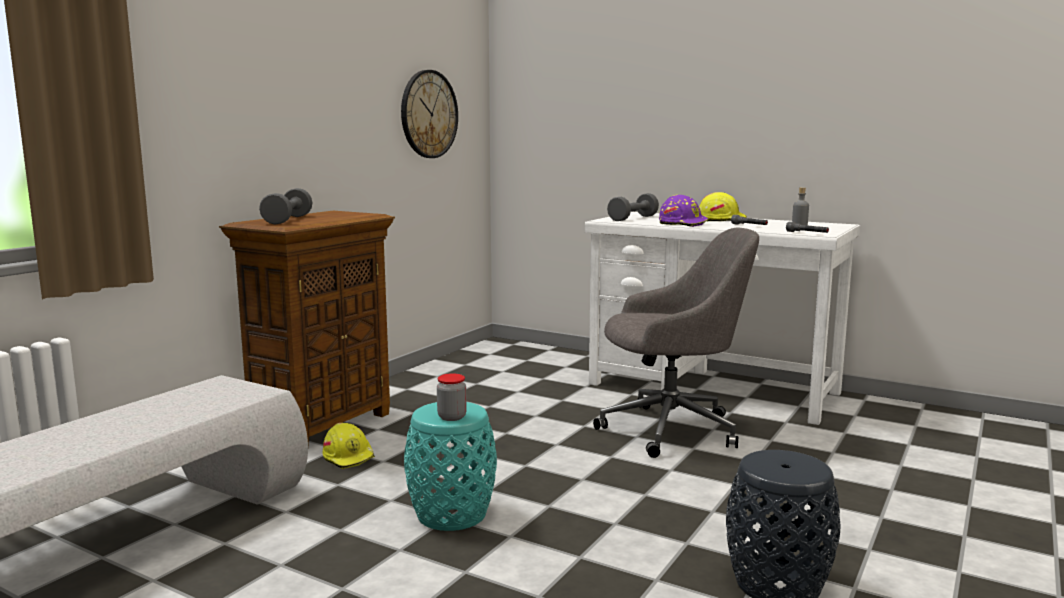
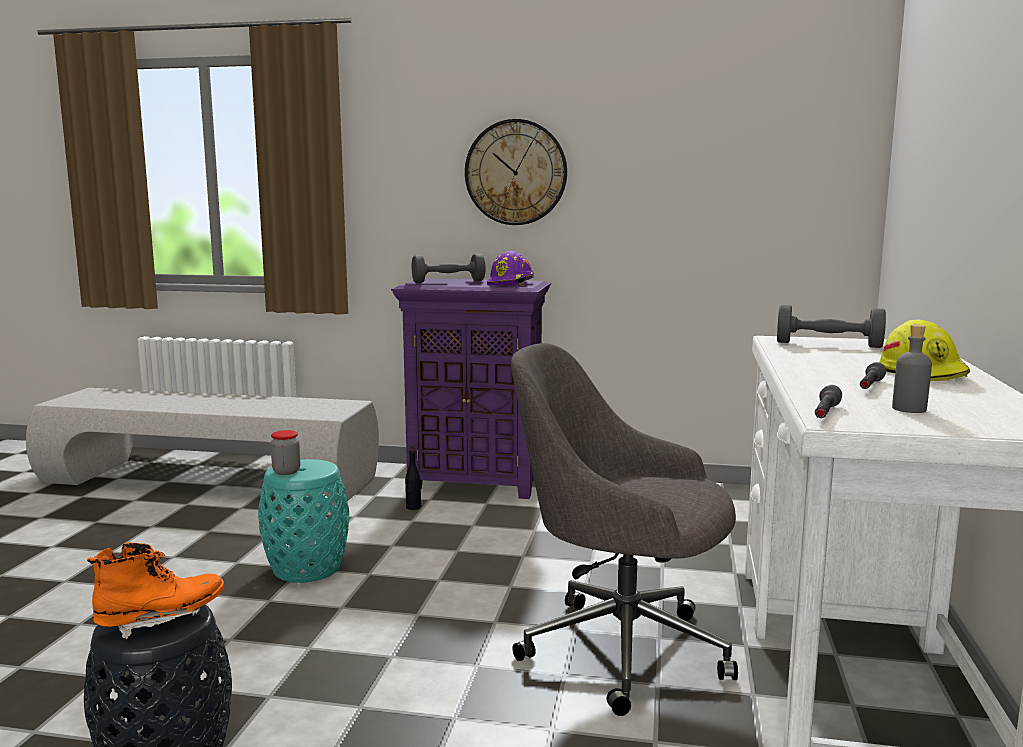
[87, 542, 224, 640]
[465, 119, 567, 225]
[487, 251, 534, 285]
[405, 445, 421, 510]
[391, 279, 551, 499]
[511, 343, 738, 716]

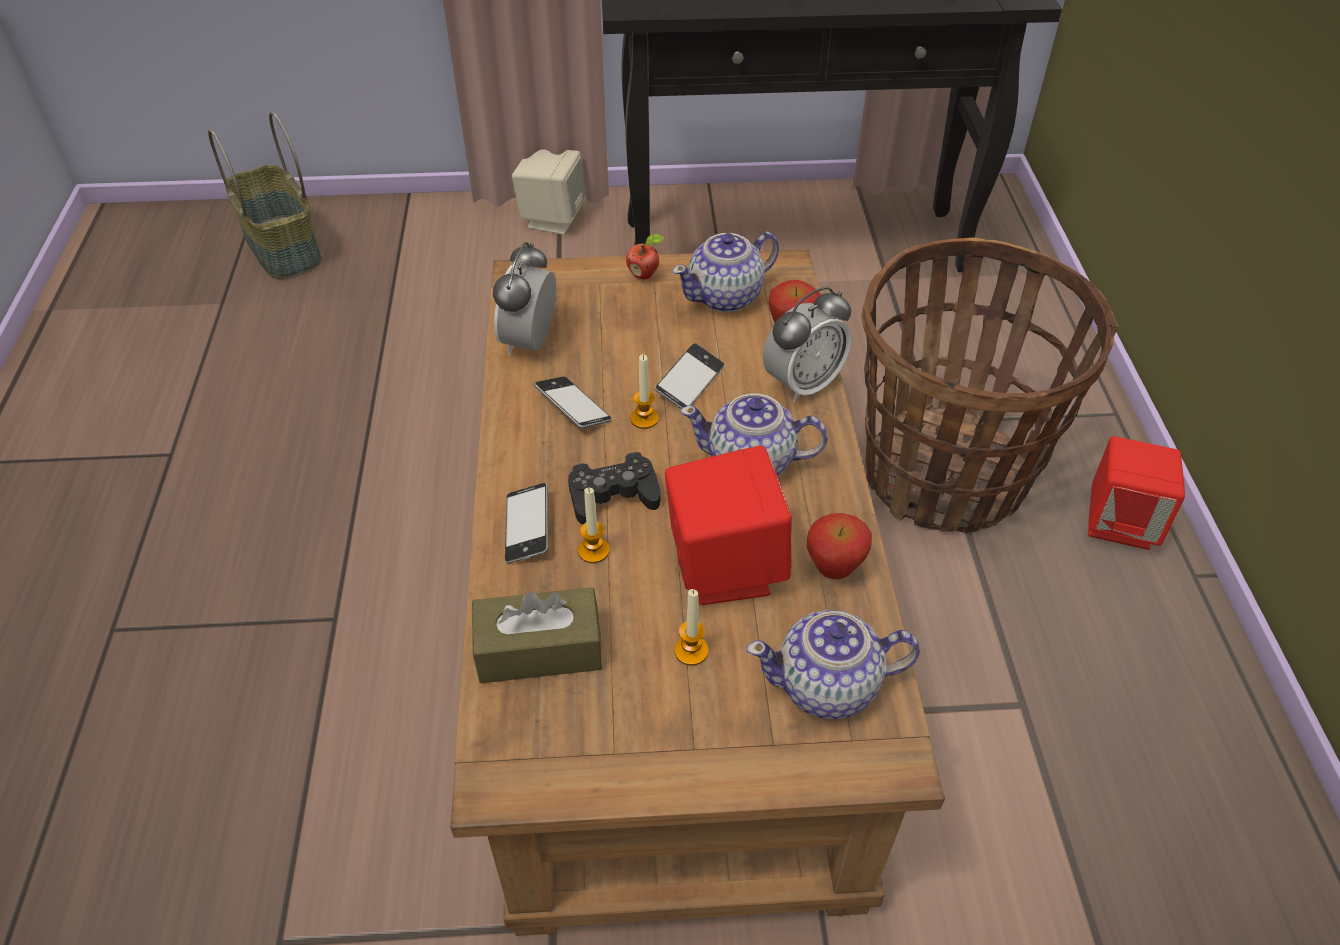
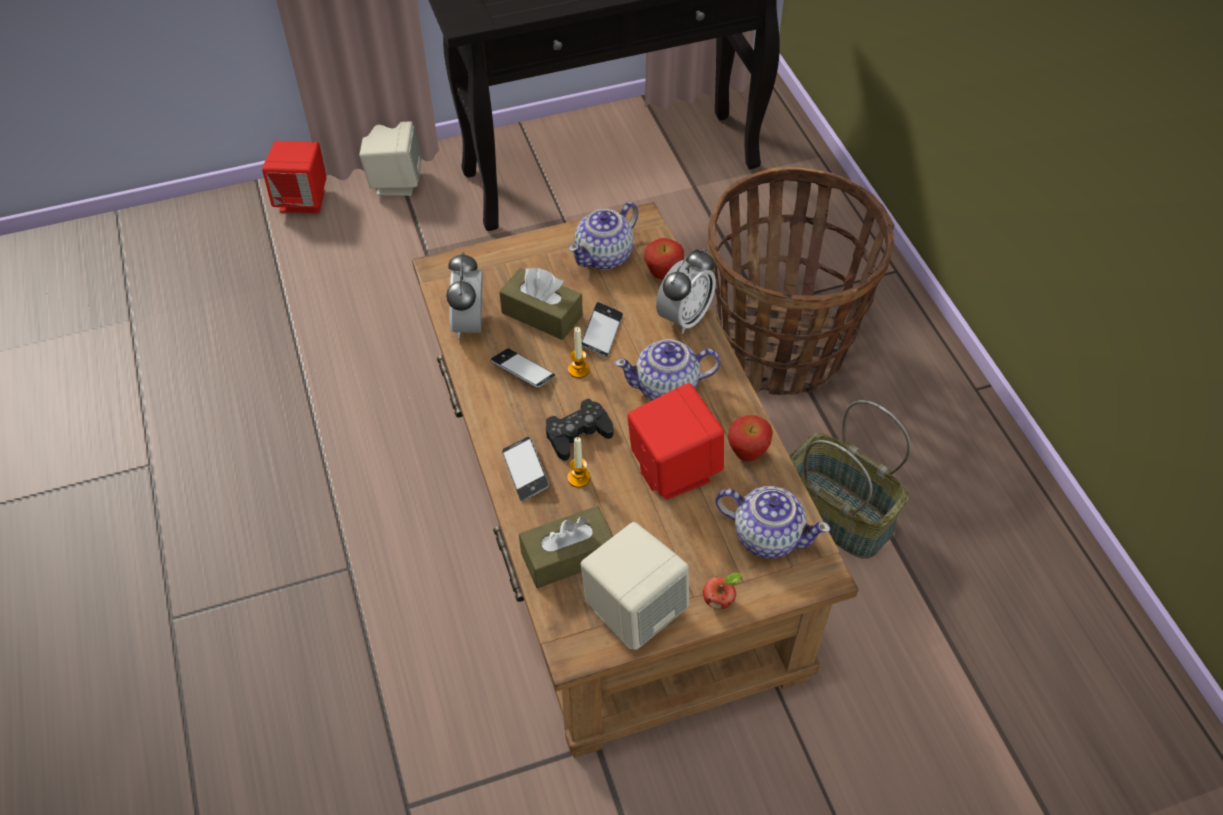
[674, 589, 708, 666] (first image)
[499, 268, 583, 340]
[581, 522, 689, 650]
[789, 400, 911, 559]
[703, 572, 741, 609]
[262, 141, 326, 213]
[715, 486, 830, 558]

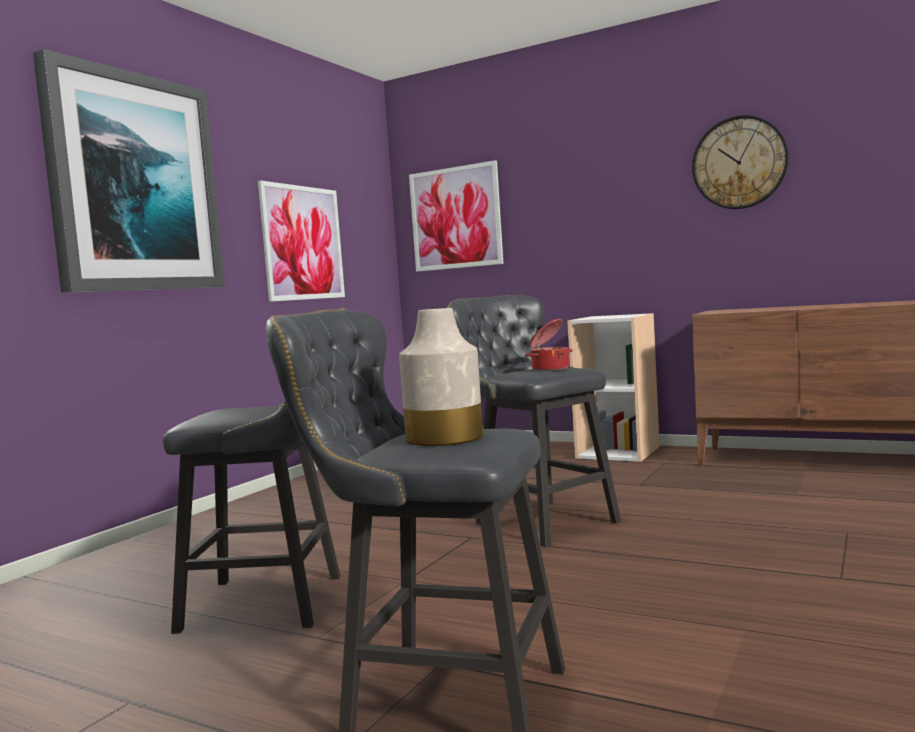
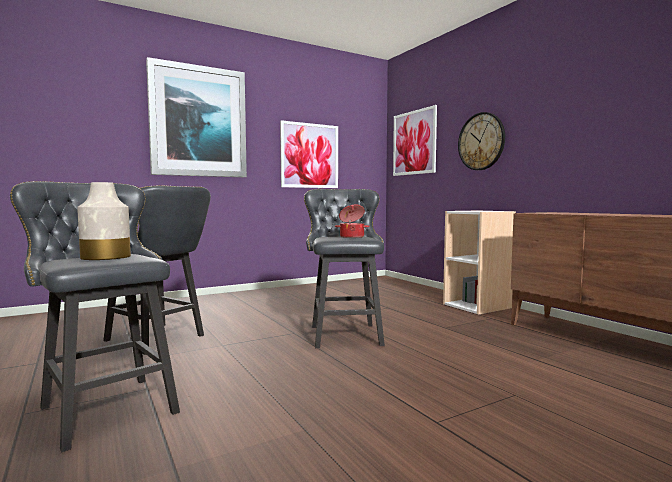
[458, 112, 505, 170]

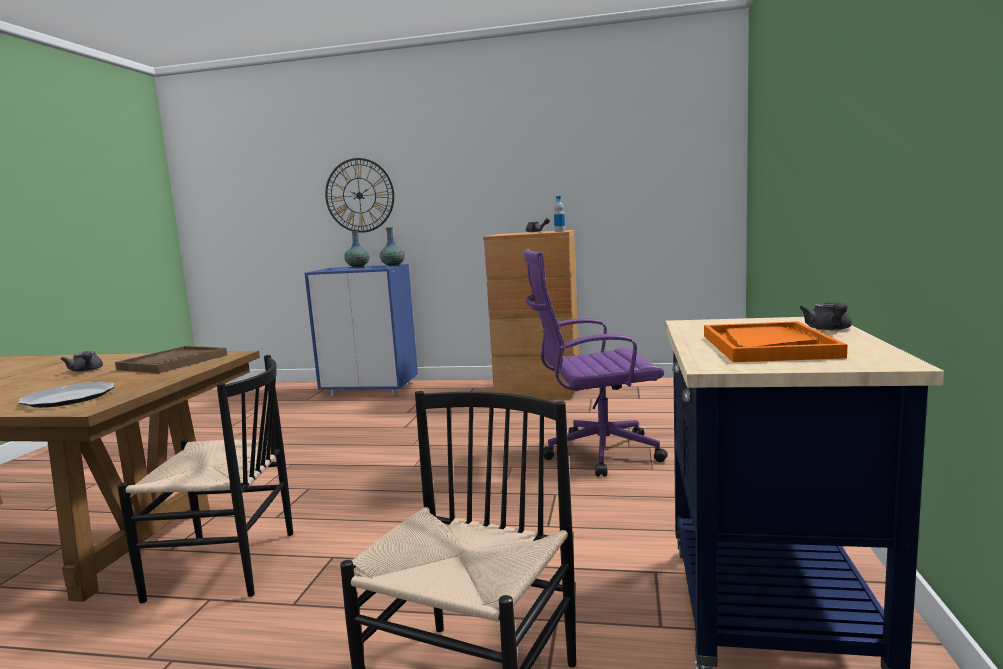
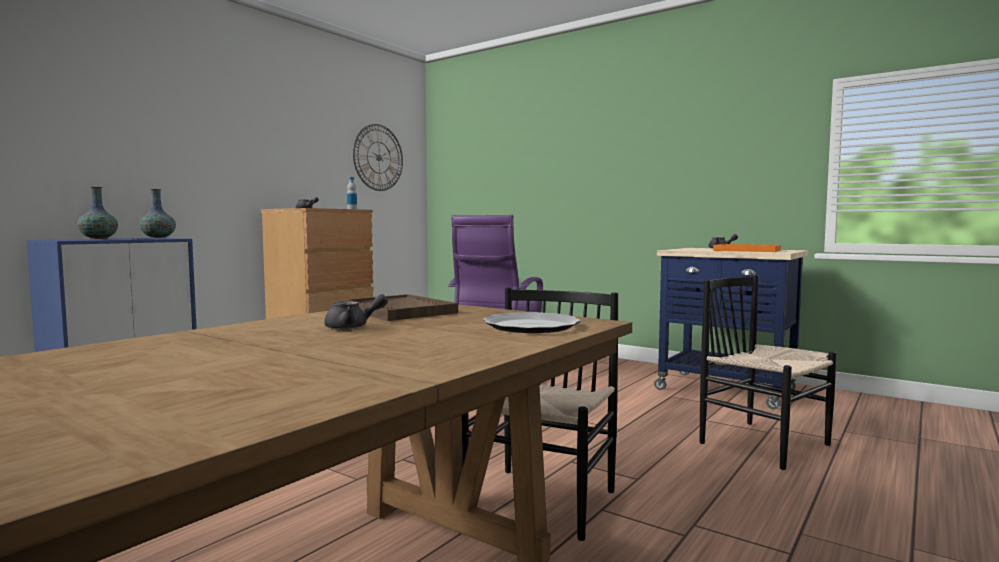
[353, 124, 403, 191]

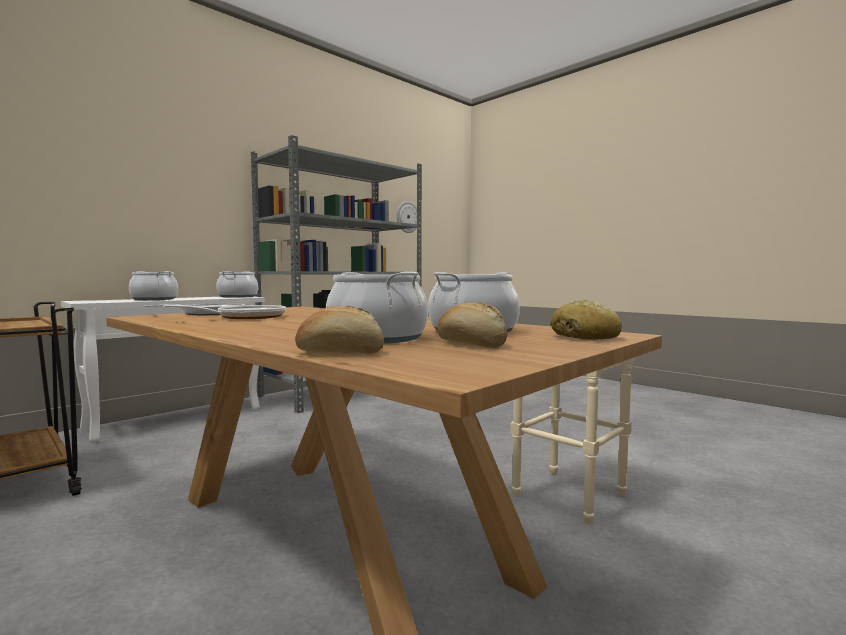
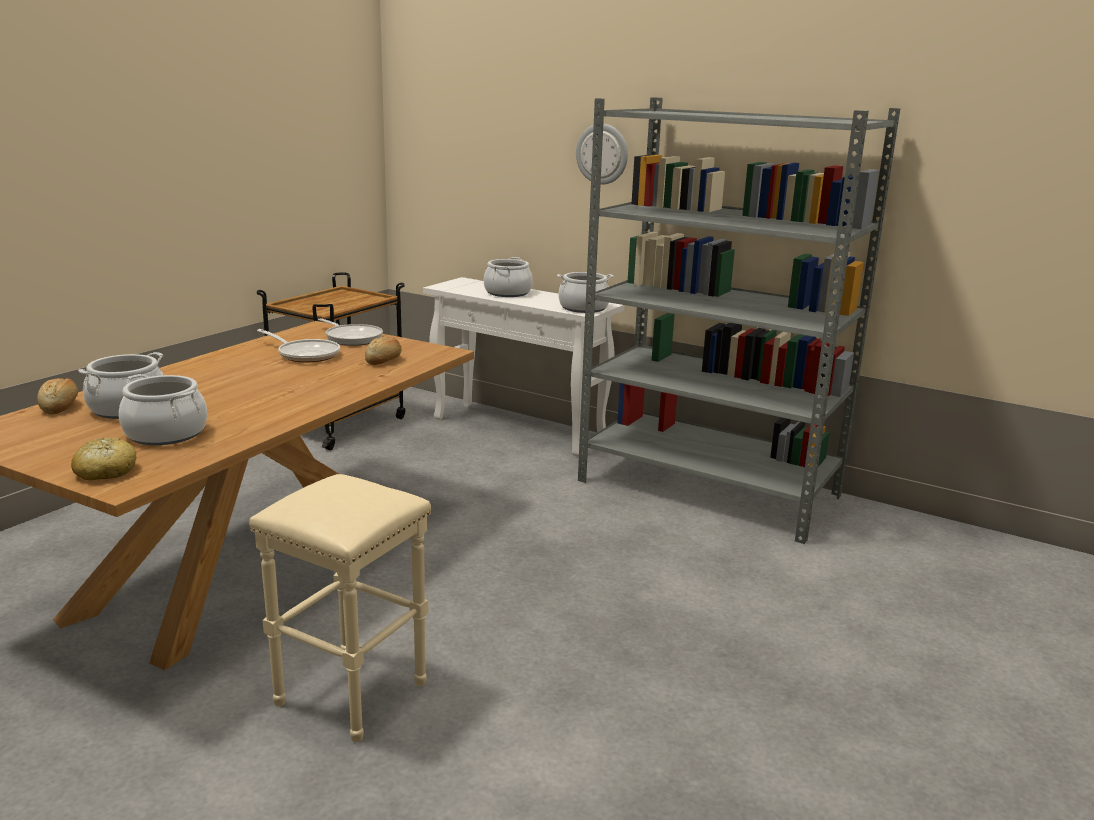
[576, 124, 628, 185]
[365, 337, 402, 365]

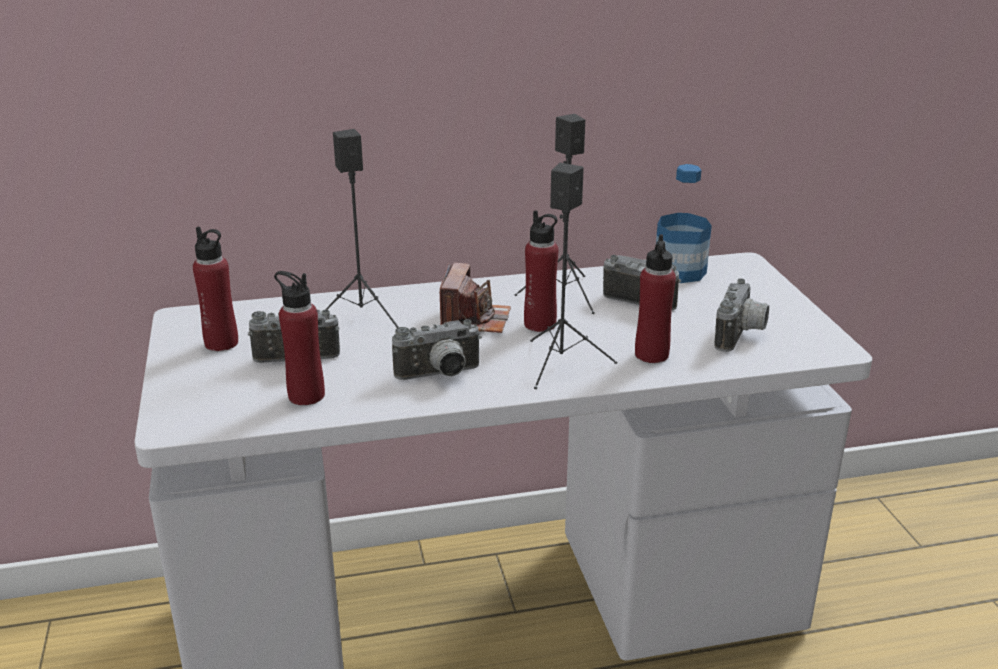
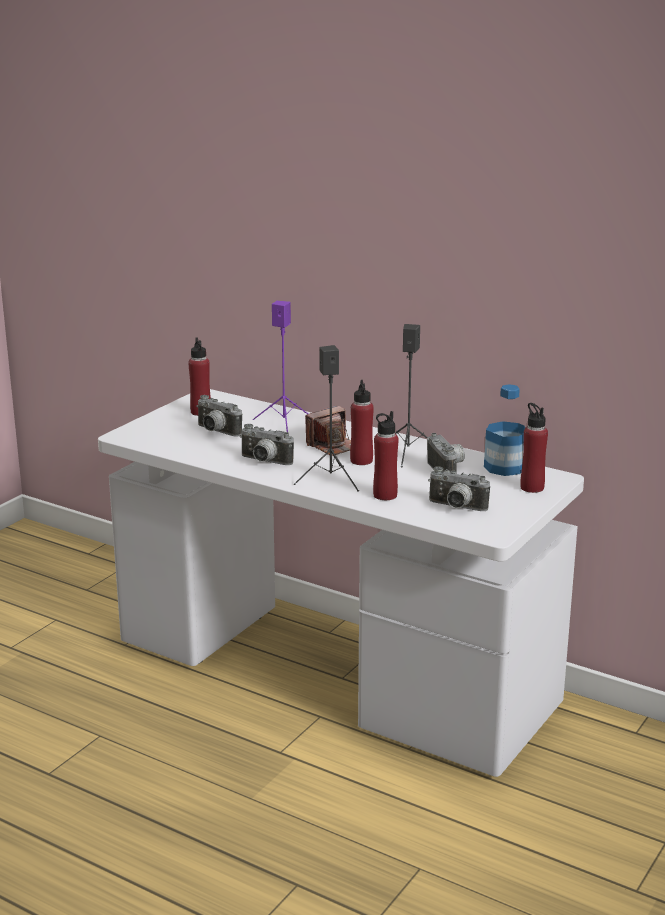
[520, 403, 548, 493]
[253, 301, 308, 432]
[428, 466, 490, 511]

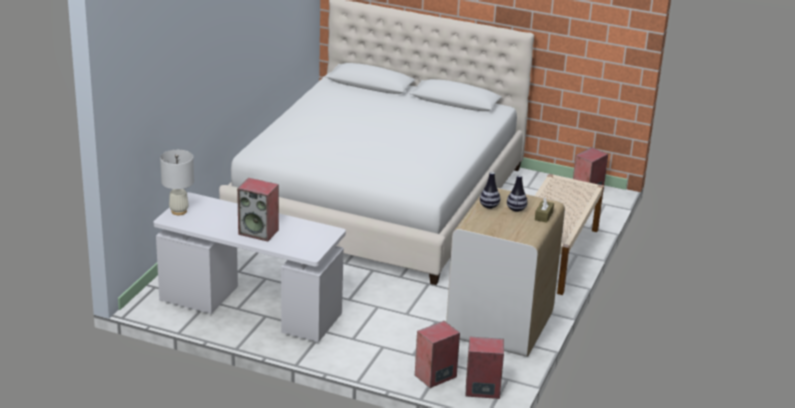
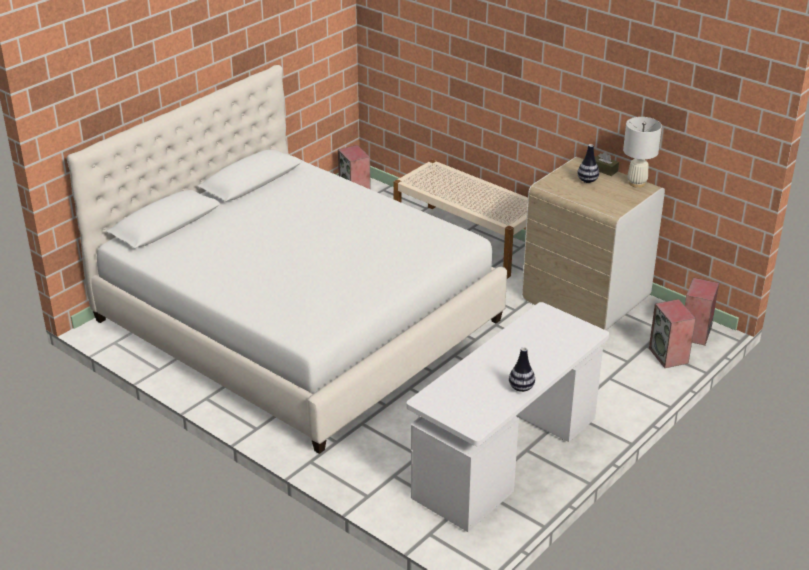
[237, 178, 279, 241] (first image)
[623, 117, 662, 188]
[509, 347, 535, 392]

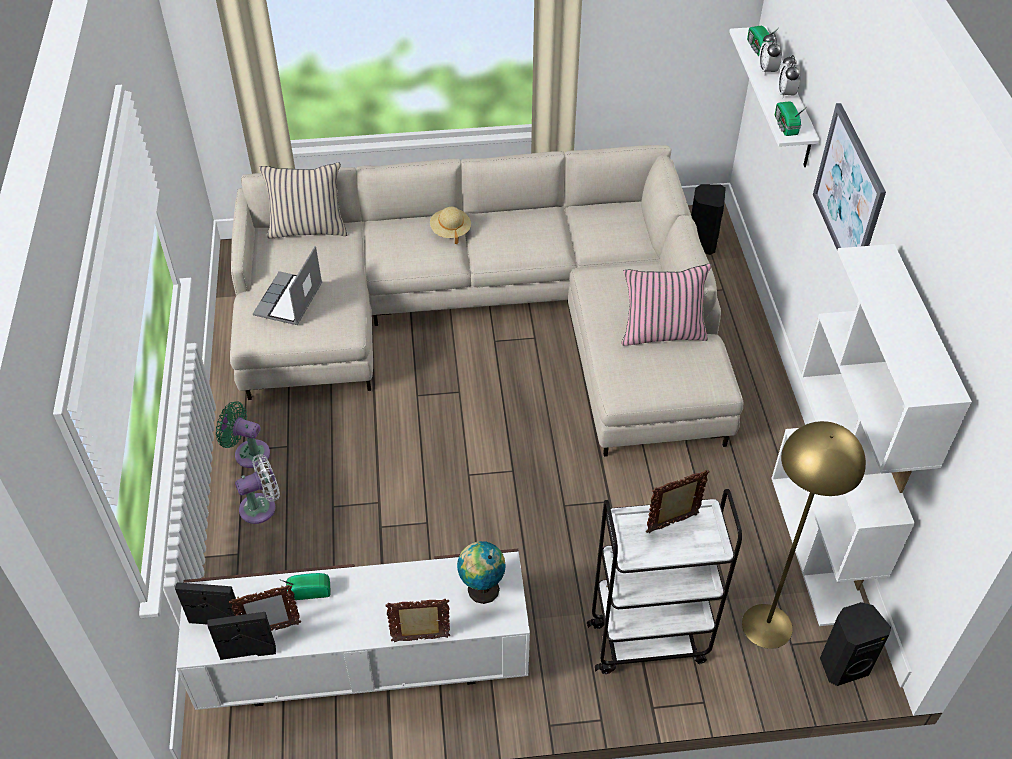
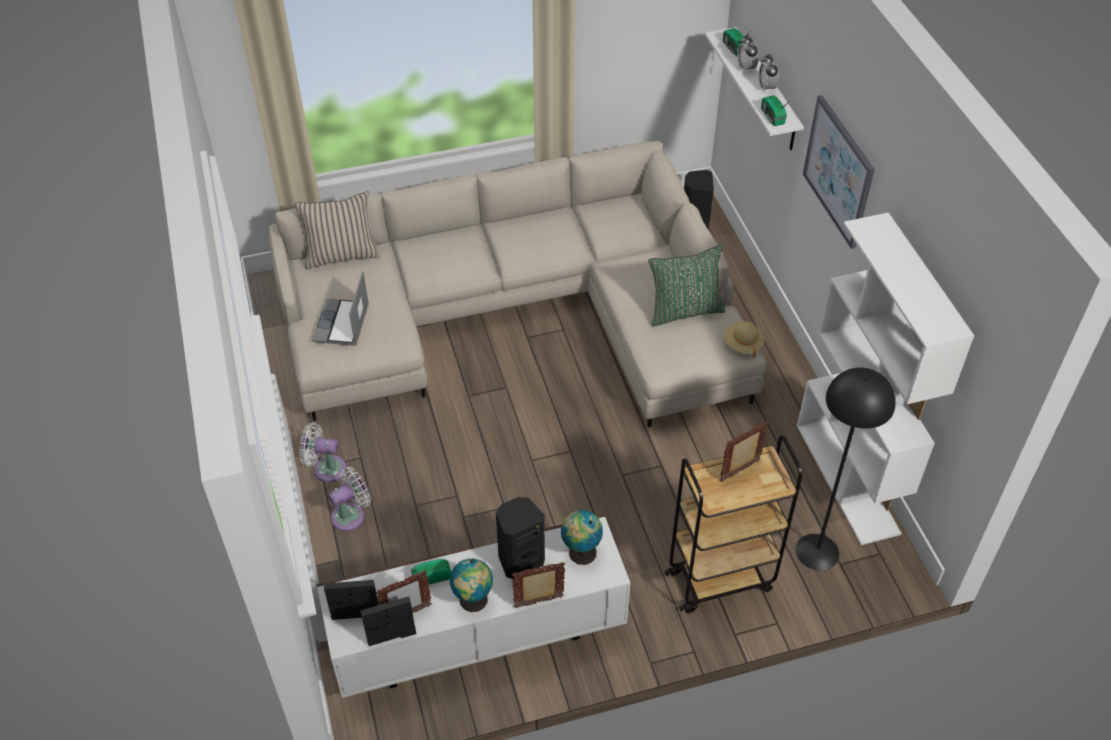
[450, 558, 493, 612]
[723, 321, 764, 358]
[496, 497, 545, 579]
[299, 423, 346, 482]
[665, 435, 802, 613]
[648, 245, 726, 326]
[796, 367, 896, 571]

